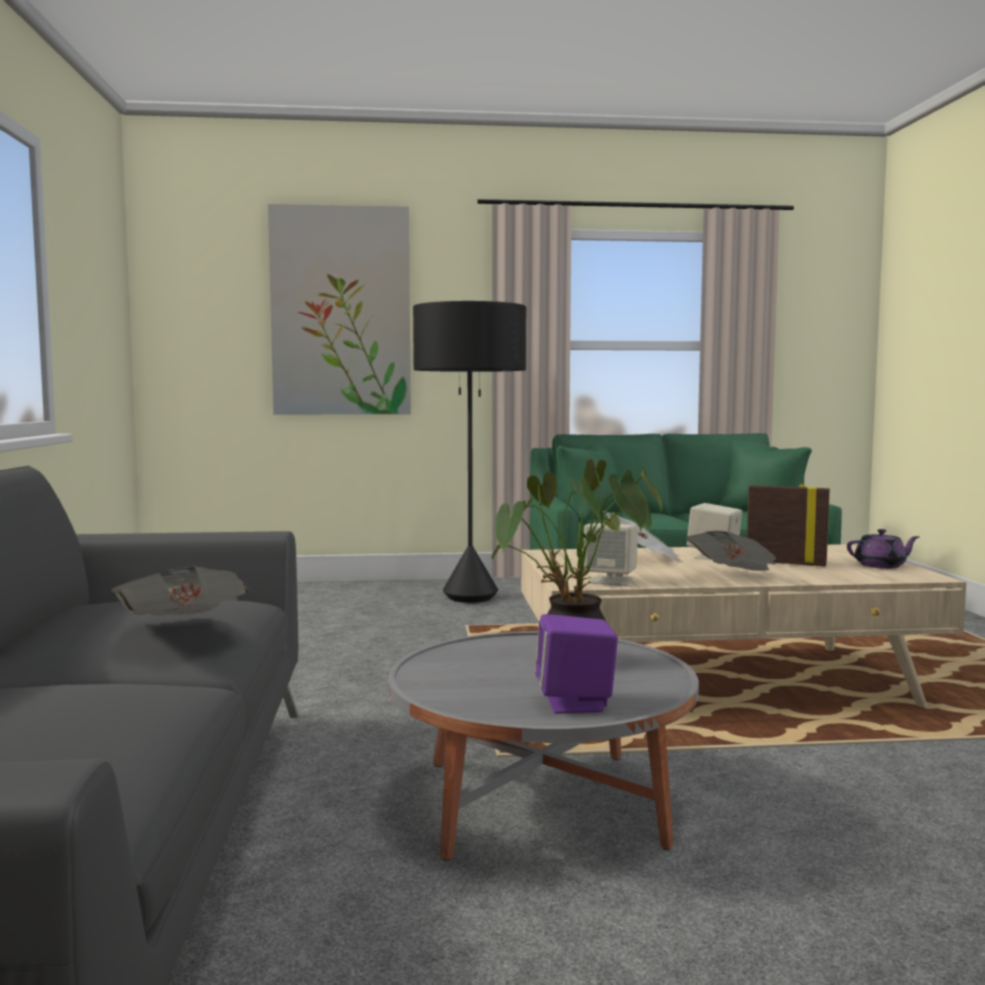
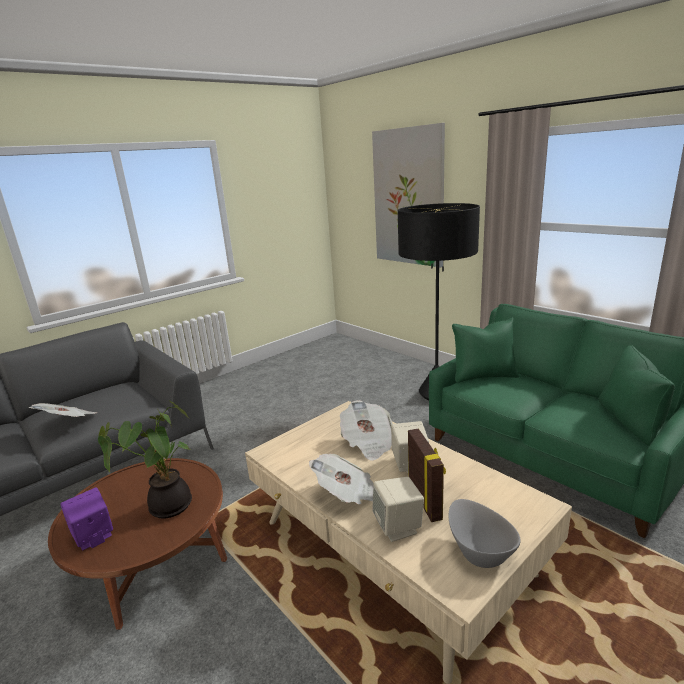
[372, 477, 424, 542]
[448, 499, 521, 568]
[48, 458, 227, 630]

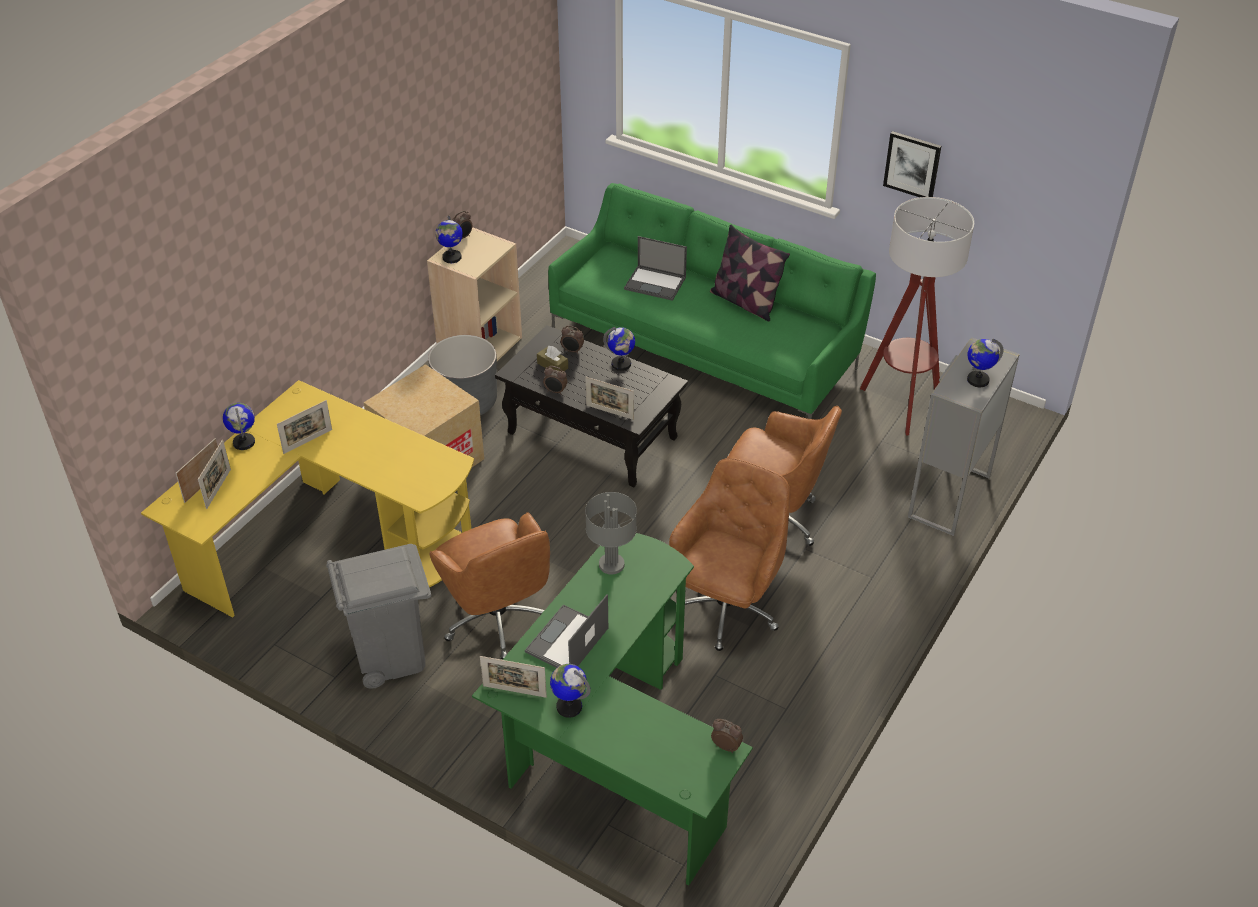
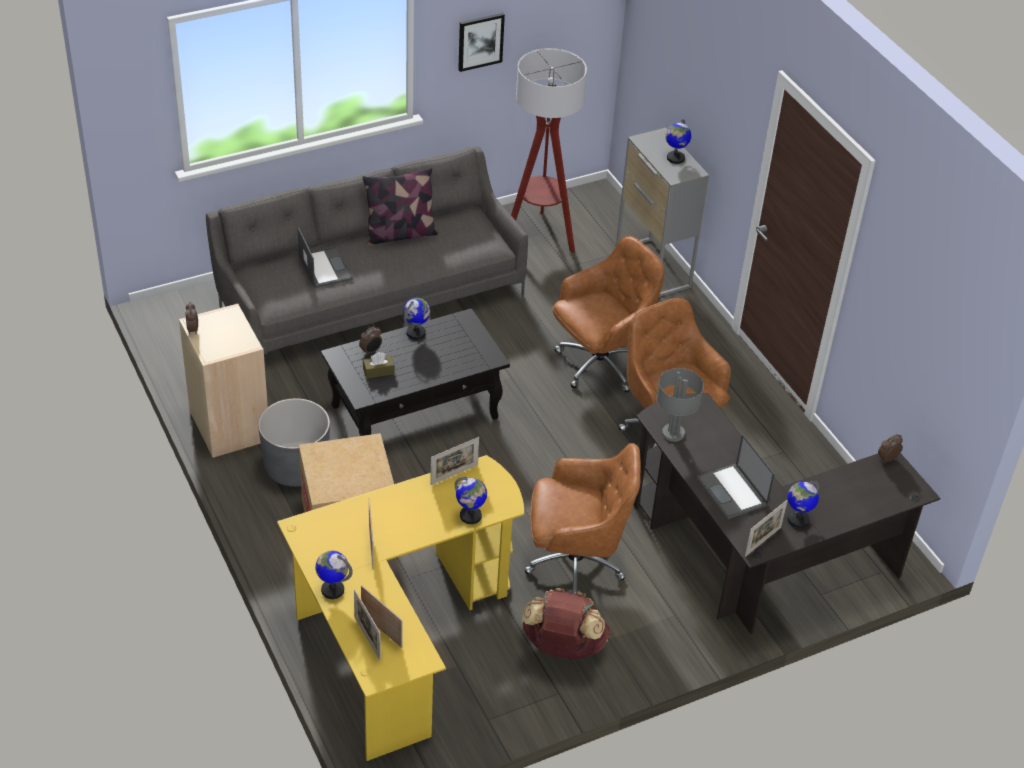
[543, 366, 568, 395] (first image)
[455, 477, 487, 524]
[430, 437, 479, 485]
[521, 588, 610, 660]
[633, 393, 940, 634]
[206, 146, 528, 354]
[297, 227, 353, 288]

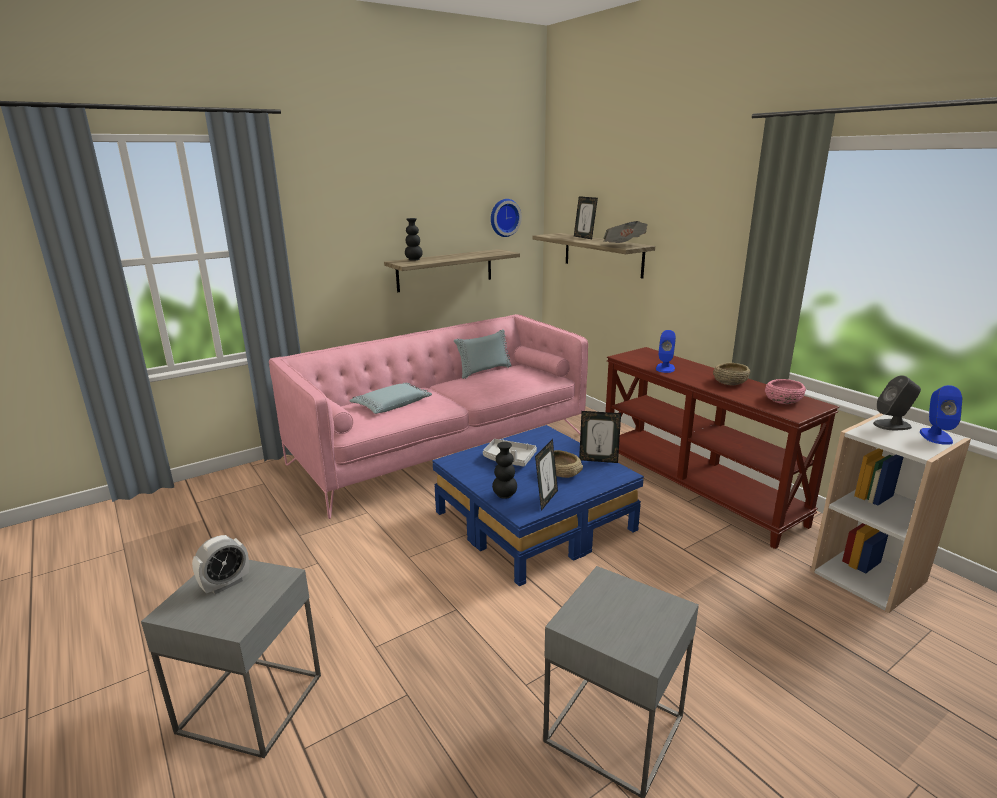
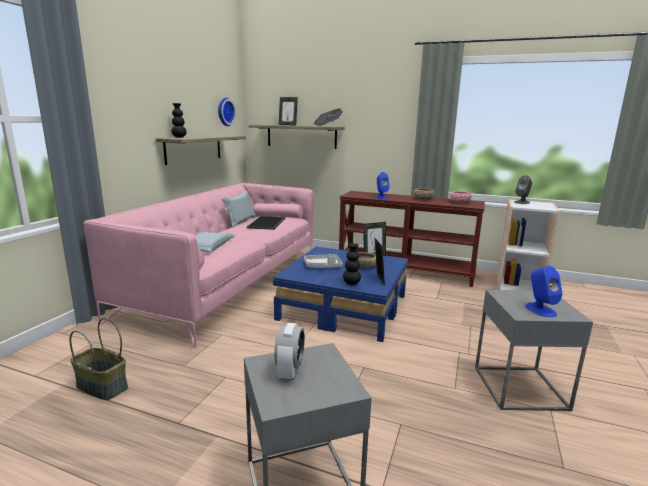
[69, 318, 128, 400]
[247, 216, 285, 230]
[525, 266, 563, 317]

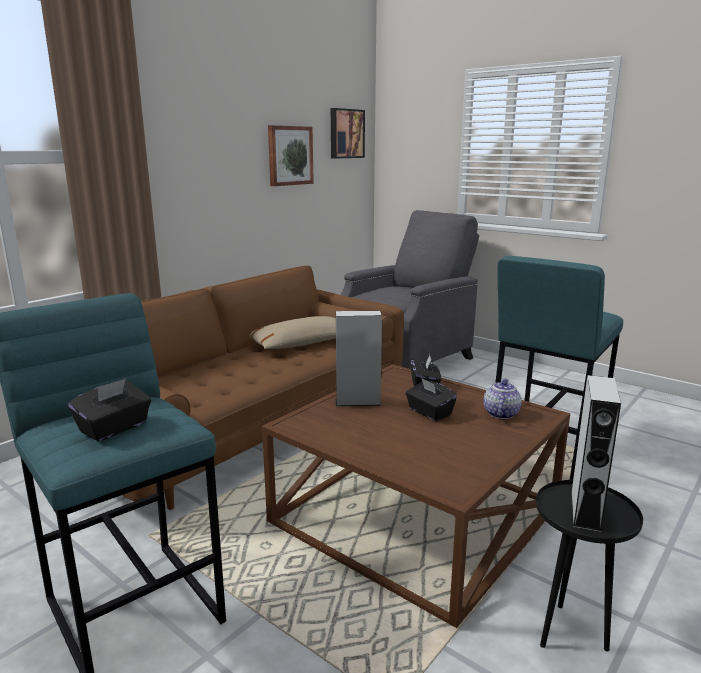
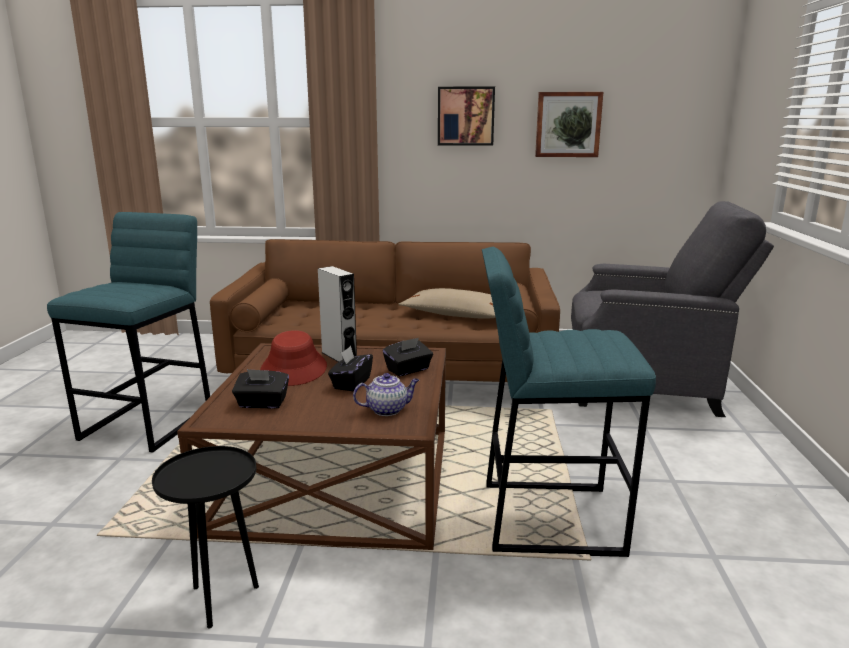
[571, 375, 621, 533] (first image)
[260, 330, 327, 386]
[232, 369, 289, 409]
[438, 86, 495, 146]

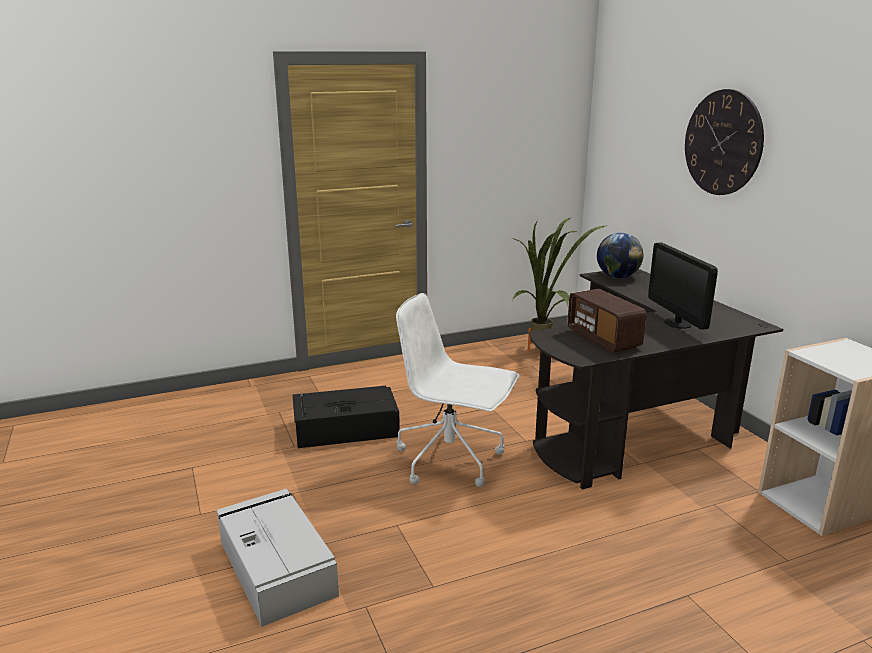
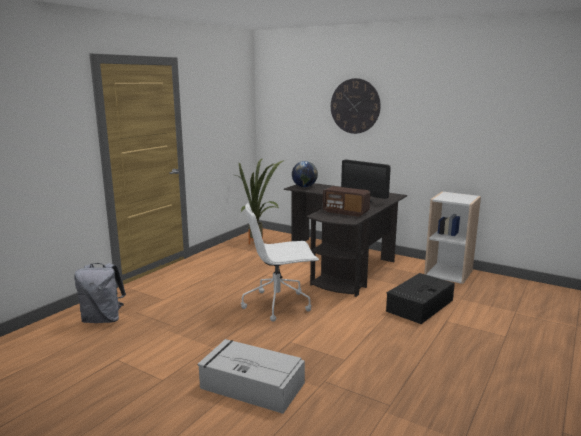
[74, 263, 126, 323]
[386, 273, 455, 324]

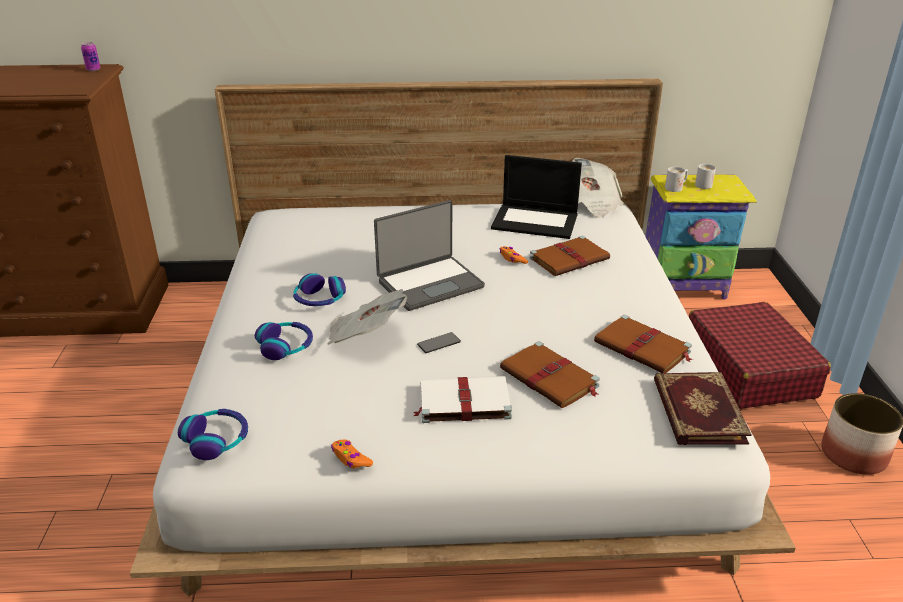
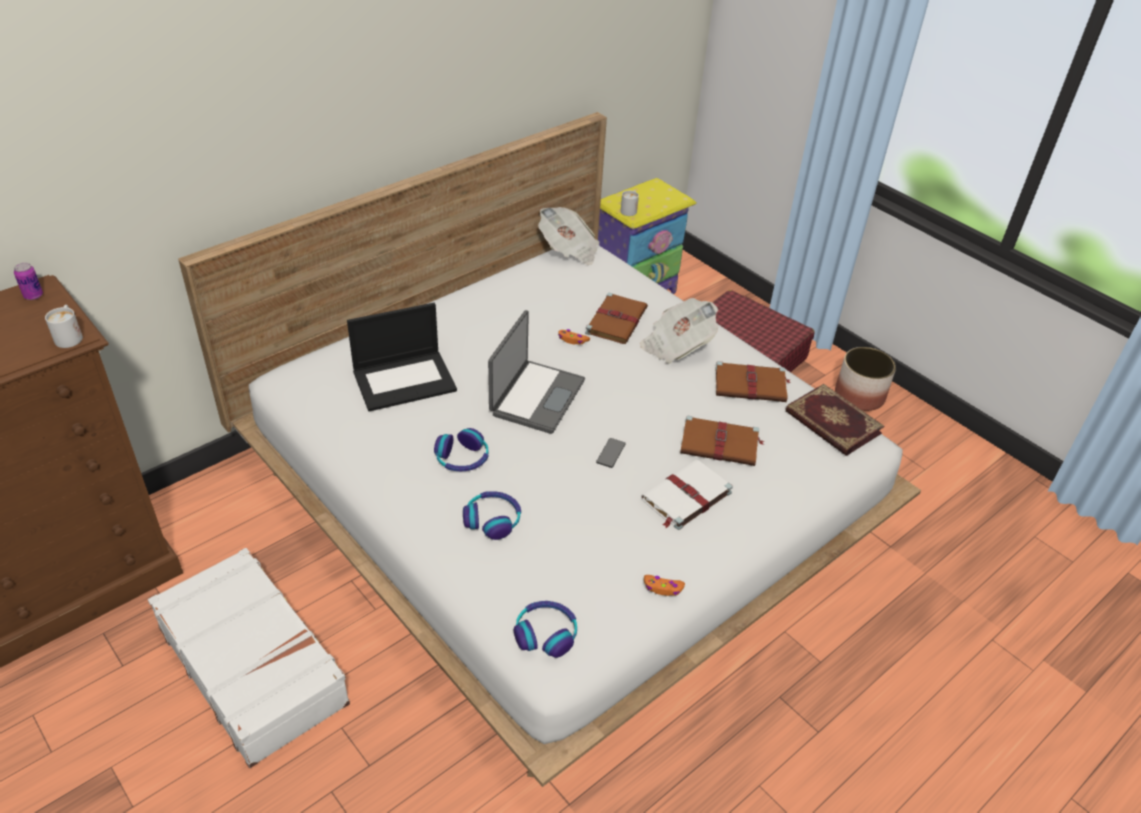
[148, 548, 350, 768]
[640, 298, 718, 364]
[347, 303, 457, 411]
[45, 305, 83, 348]

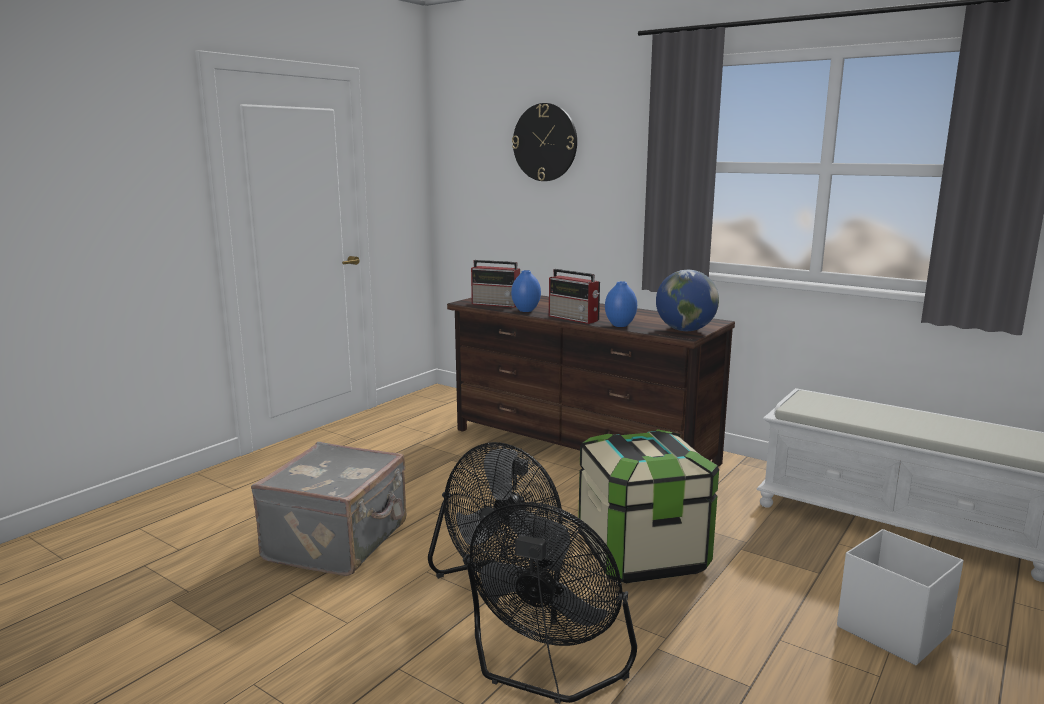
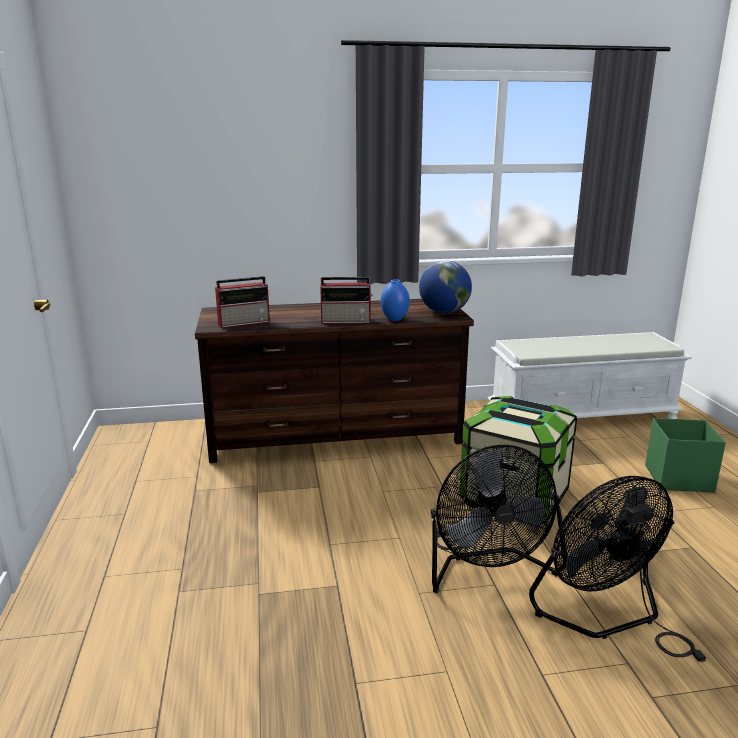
[251, 442, 406, 576] (first image)
[511, 270, 541, 312] (first image)
[512, 103, 577, 181] (first image)
[645, 418, 726, 492]

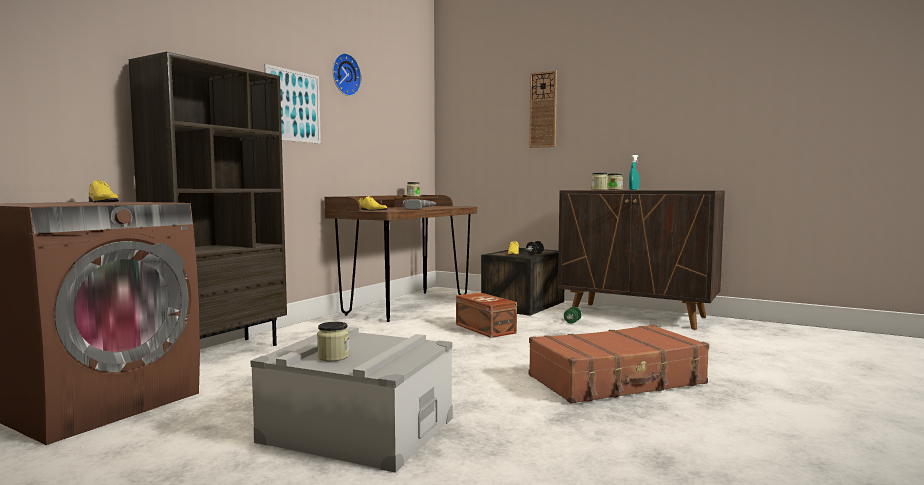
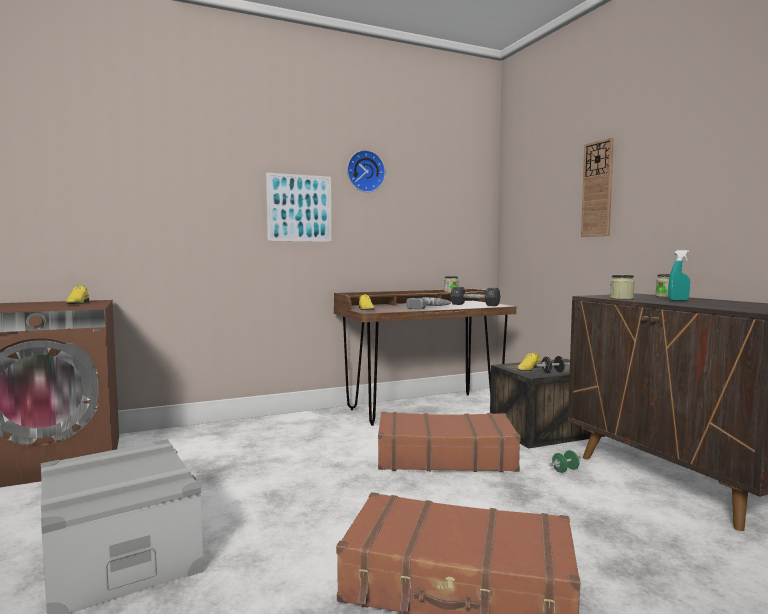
[129, 52, 287, 346] (first image)
[317, 322, 349, 361] (first image)
[450, 287, 500, 306]
[378, 412, 521, 472]

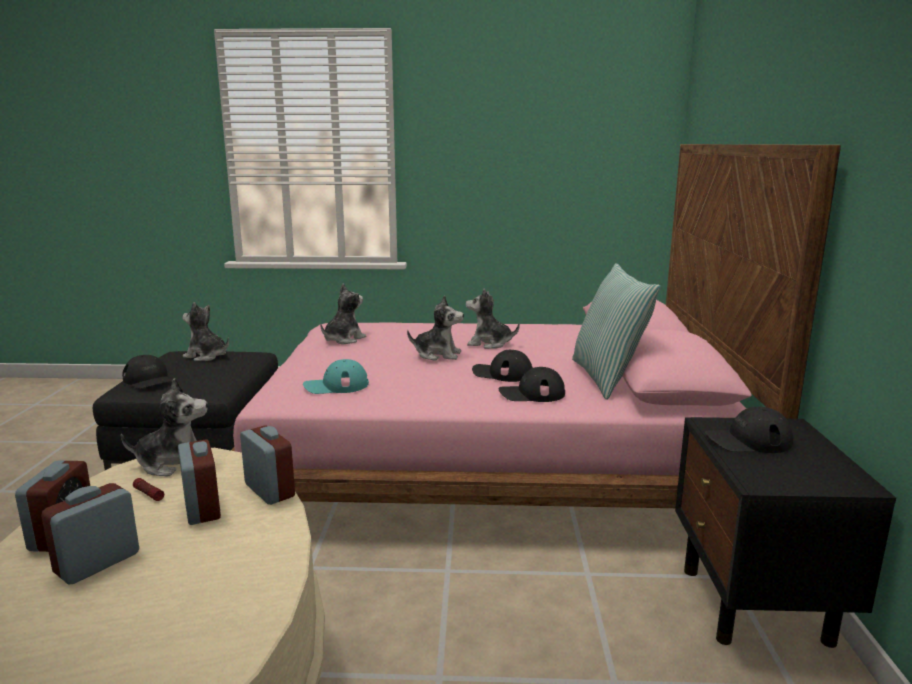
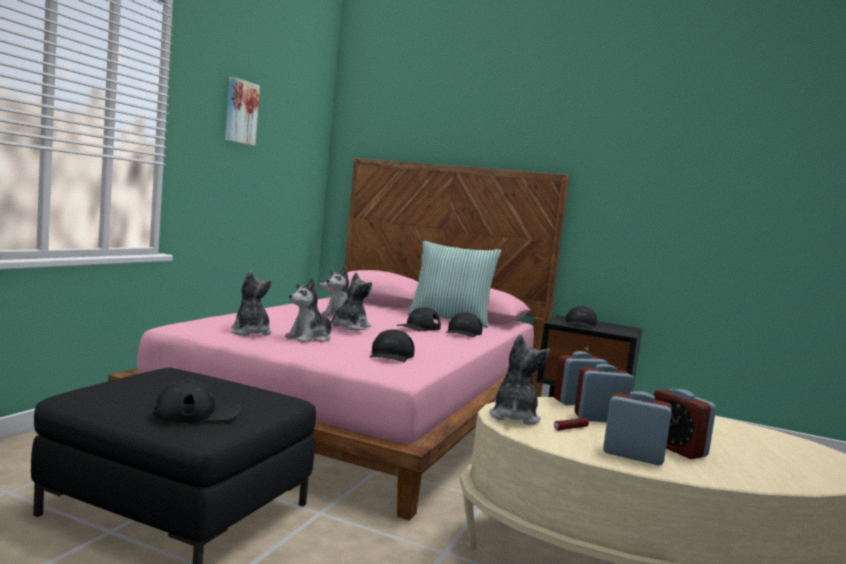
[225, 77, 260, 146]
[285, 279, 336, 343]
[370, 329, 415, 362]

